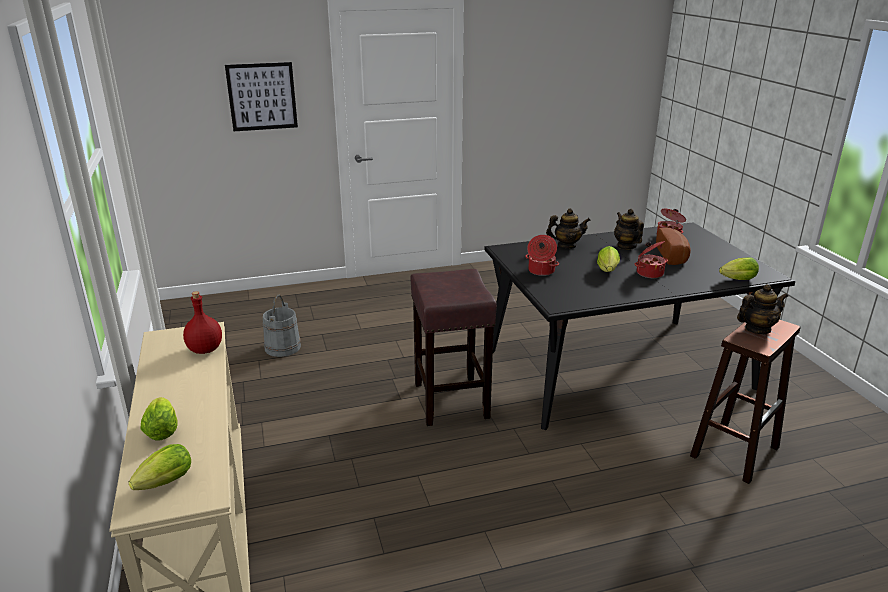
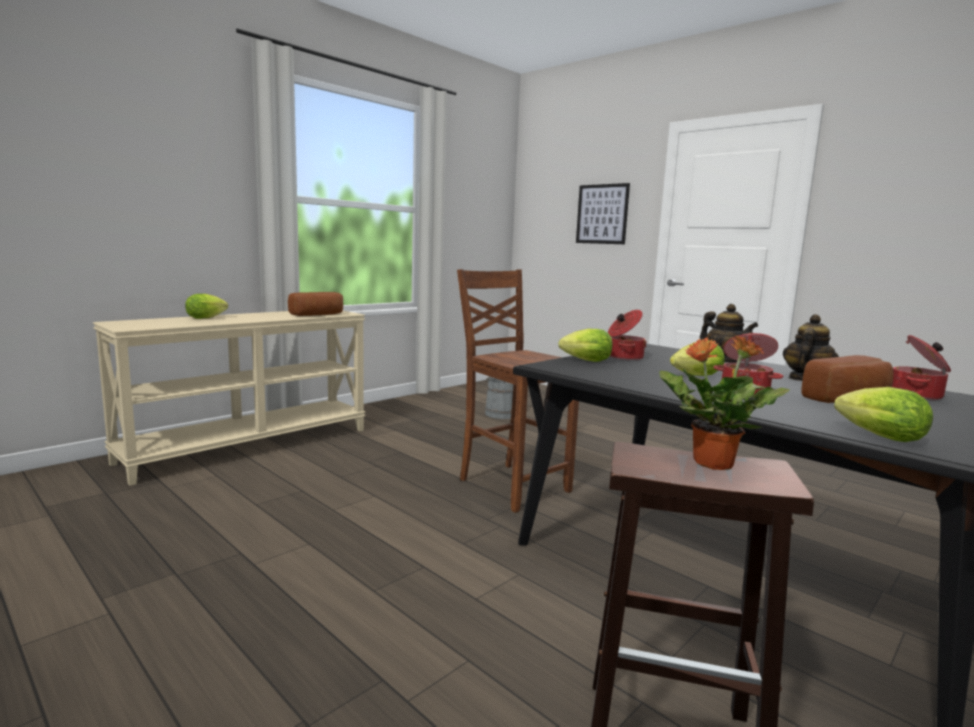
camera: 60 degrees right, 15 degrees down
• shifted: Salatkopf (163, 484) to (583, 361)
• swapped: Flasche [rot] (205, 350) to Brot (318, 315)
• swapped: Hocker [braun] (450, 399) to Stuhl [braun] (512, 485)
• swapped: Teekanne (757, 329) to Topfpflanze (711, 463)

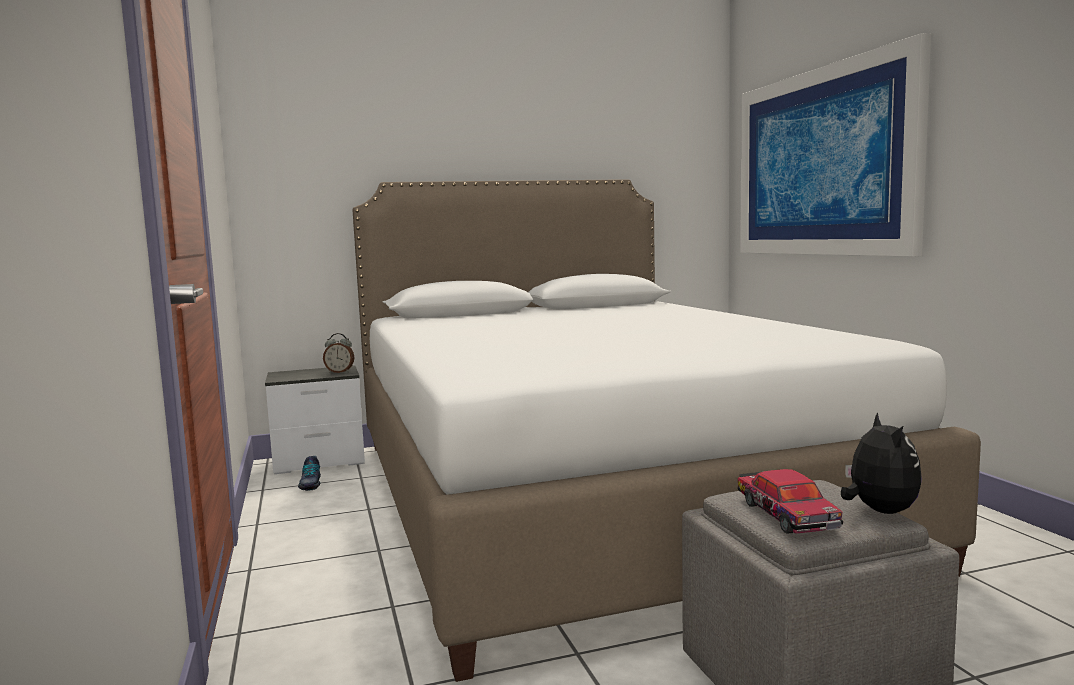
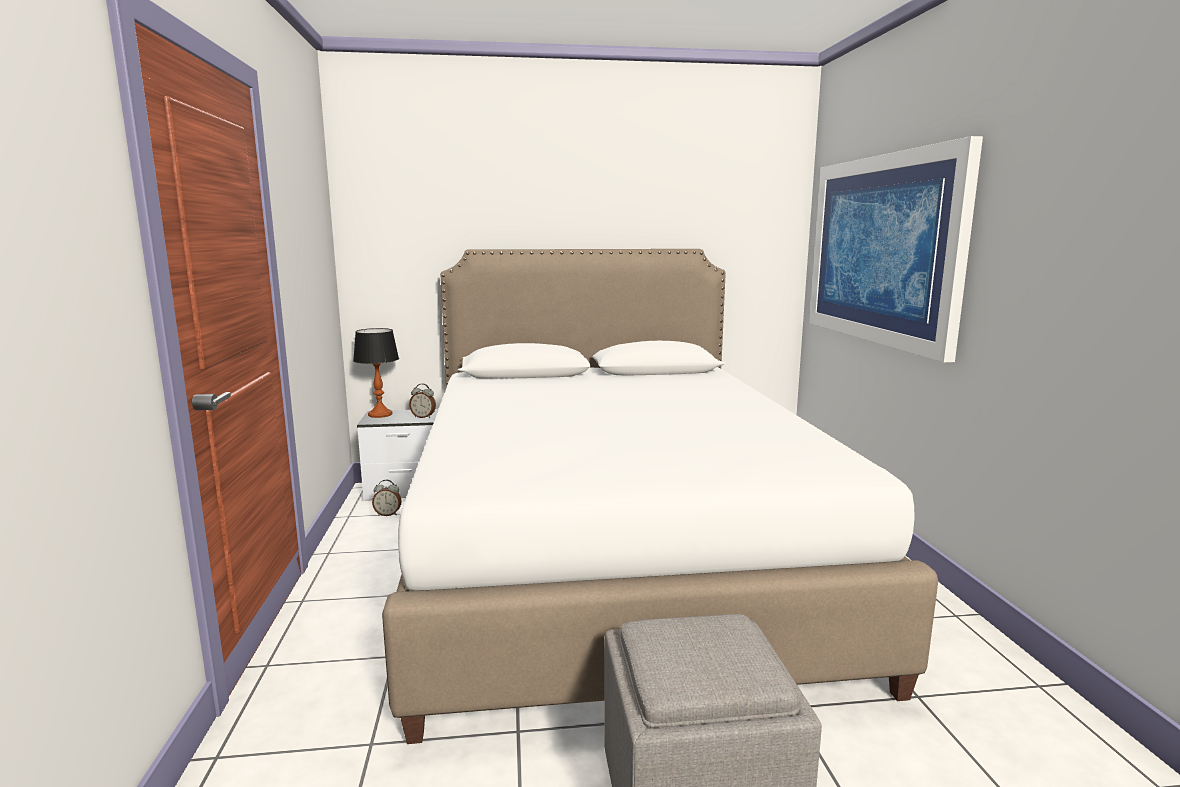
camera: 10 degrees right, 5 degrees up
• swapped: Schuh (310, 483) to Wecker (388, 514)
• gone: Spielzeugauto (786, 514)
• gone: Plüschtier (878, 511)
• new: Tischlampe (380, 414)

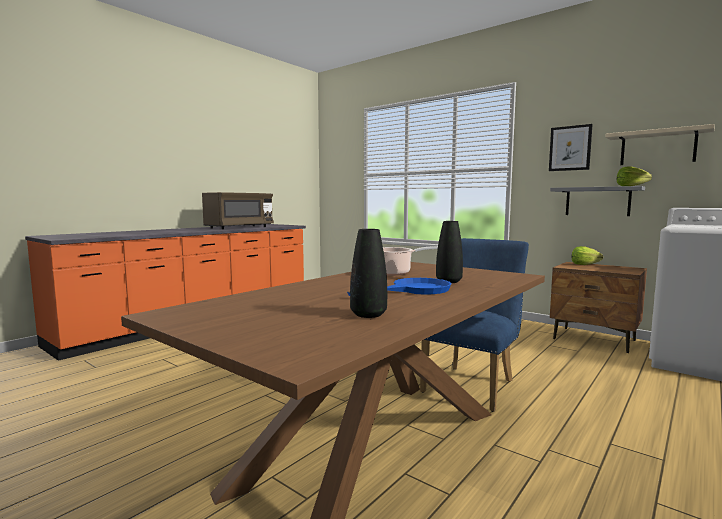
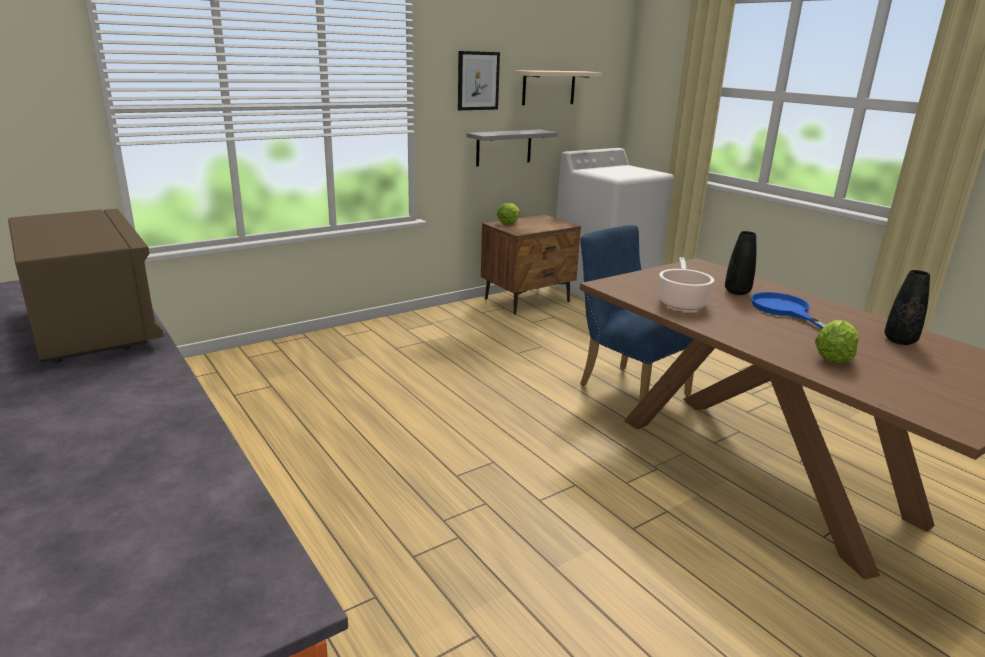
camera: 75 degrees left, 15 degrees up
• shifted: Salatkopf (630, 186) to (834, 357)

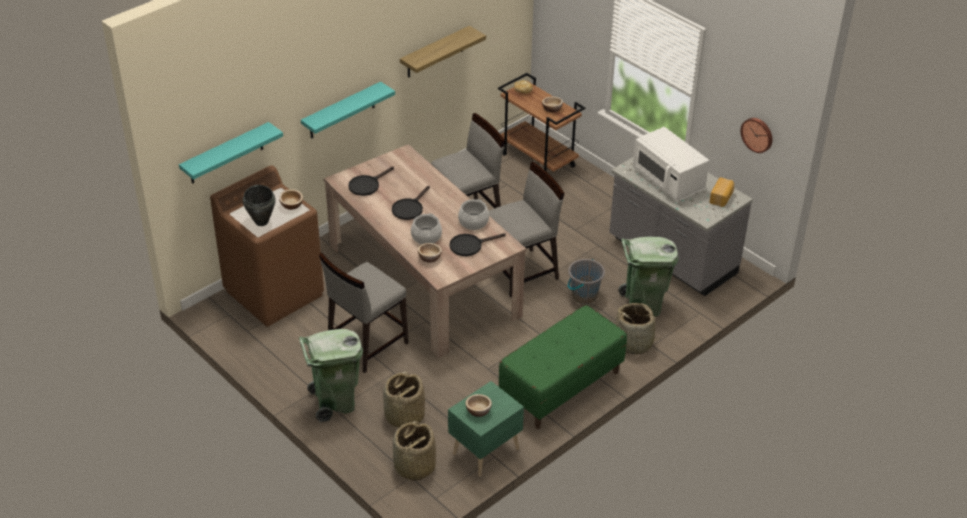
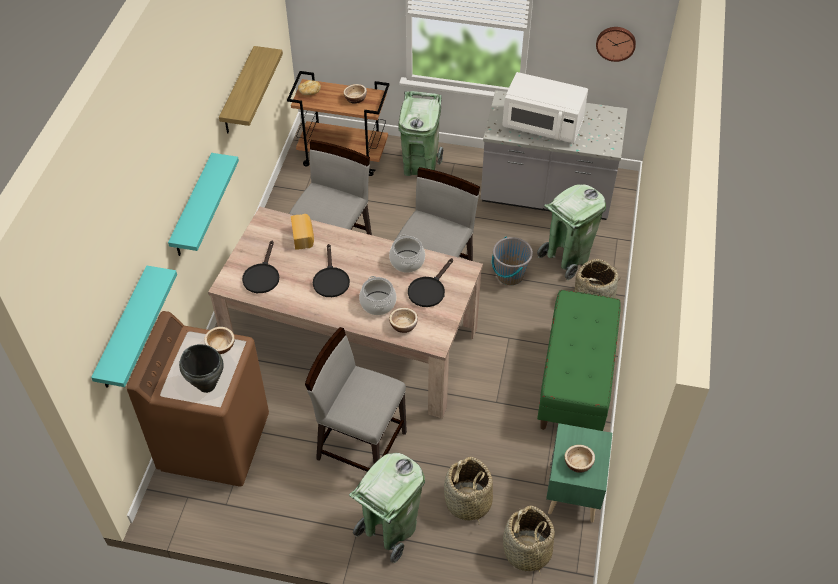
camera: 35 degrees left, 10 degrees up
• rotated: Stuhl [grau] (366, 344) = (361, 444) 105 degrees clockwise
• shifted: Brot (721, 198) to (303, 237)
• new: Mülleimer [grün] (420, 166)

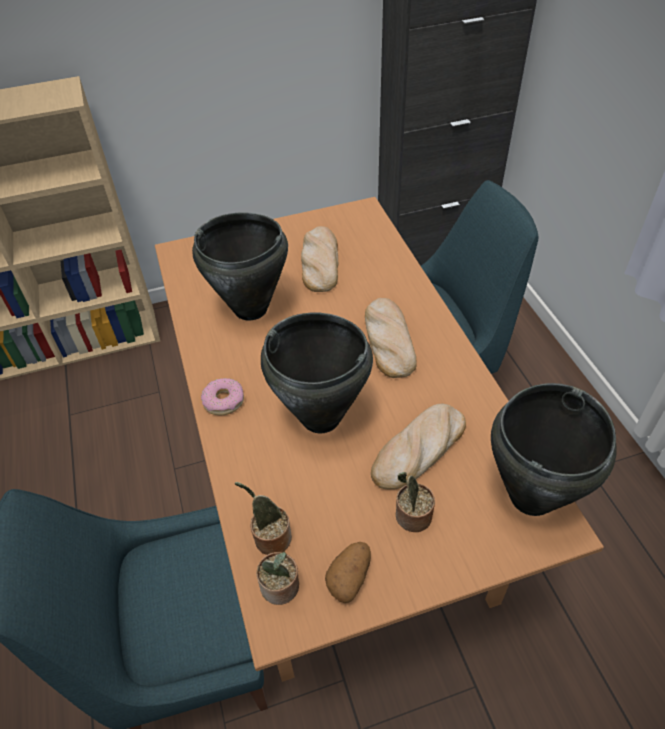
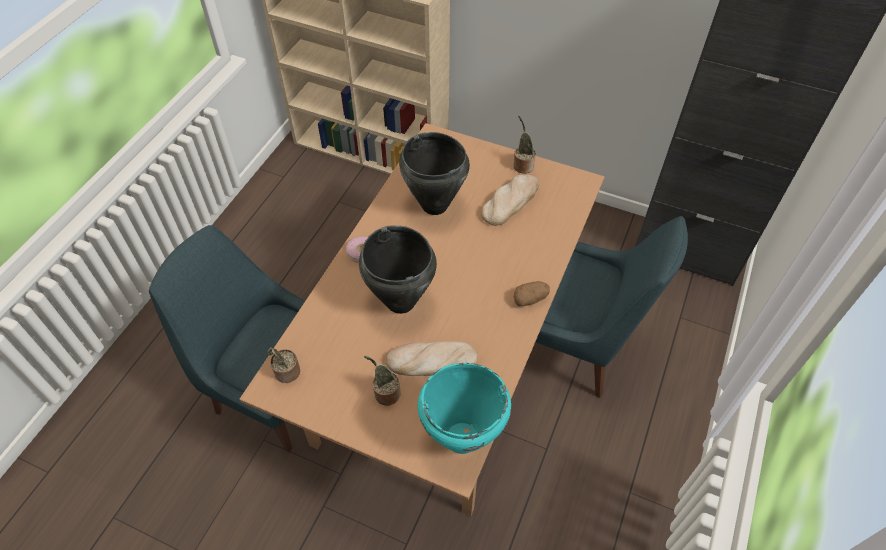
camera: 40 degrees right, 5 degrees up
• shifted: Topfpflanze (270, 538) to (522, 165)
• shifted: Kartoffel (350, 577) to (530, 299)
• gone: Brot (388, 340)
• repainted: Kochtopf [schwarz] (530, 496) to Kochtopf [türkis] (461, 437)

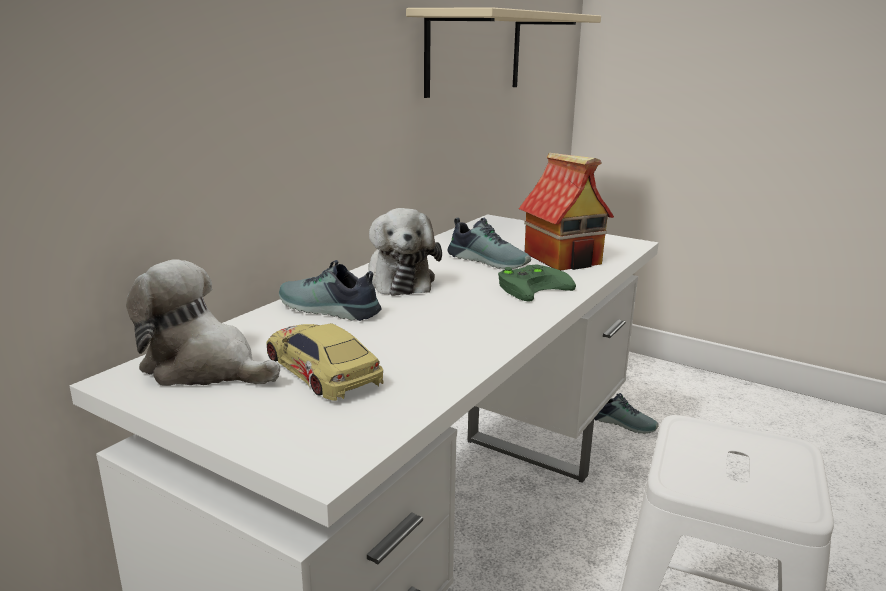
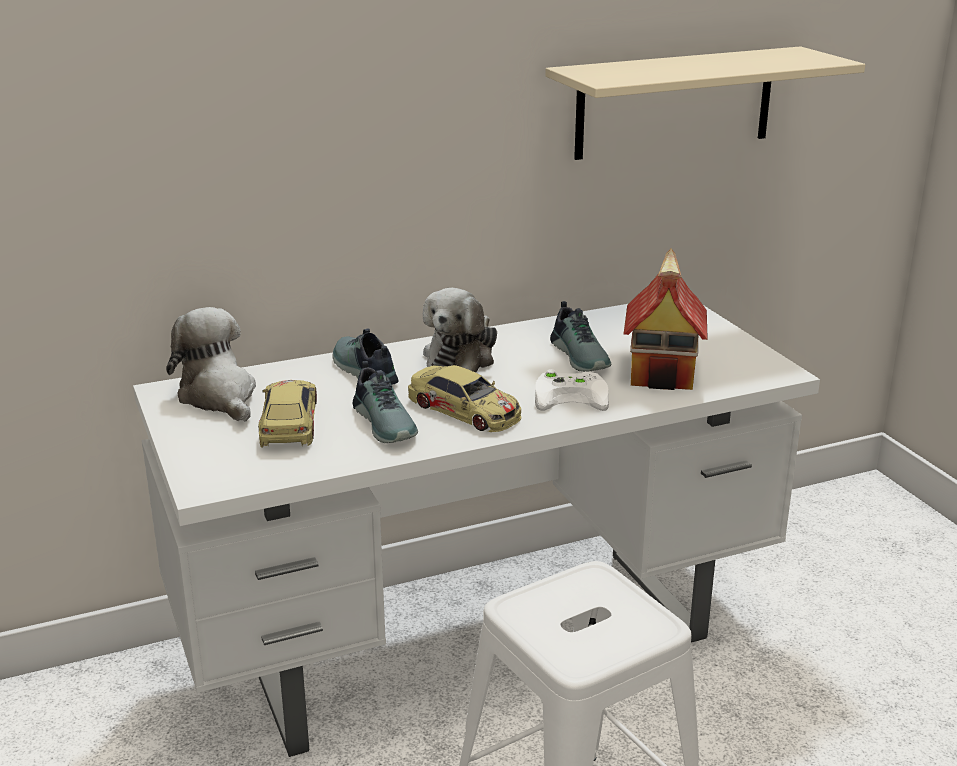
camera: 35 degrees right, 5 degrees up
• repainted: Gamepad [grün] (533, 286) to Gamepad [weiß] (573, 396)
• shifted: Schuh (623, 422) to (386, 423)
• new: Spielzeugauto (464, 409)

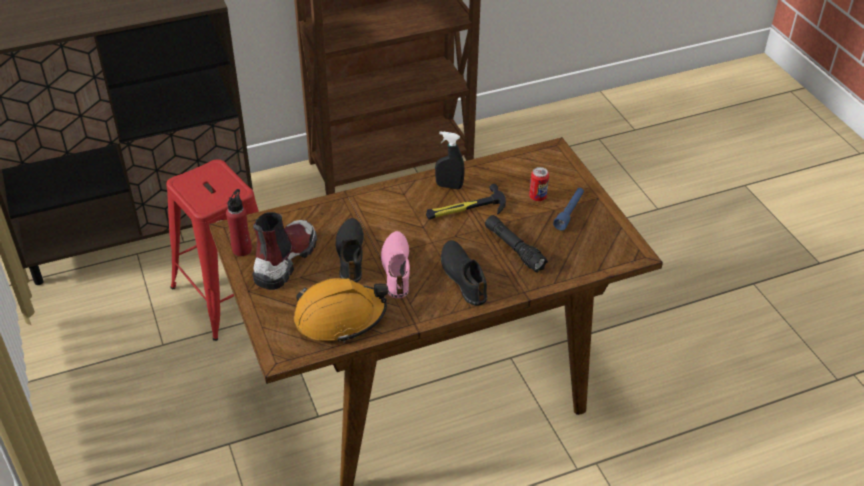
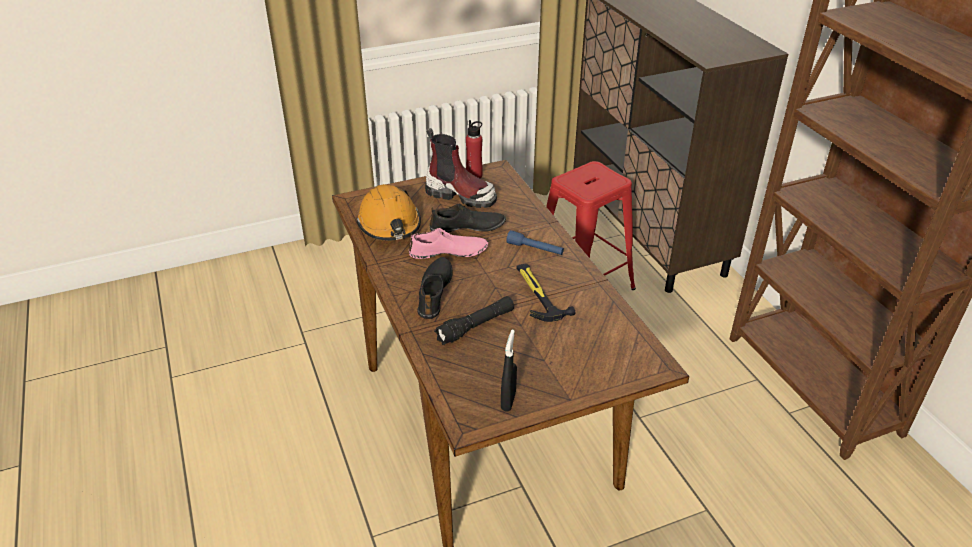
camera: 90 degrees right, 5 degrees down
• shifted: Sprühflasche [schwarz] (449, 186) to (508, 401)
• rotated: Schuh [schwarz] (464, 277) = (435, 292) 60 degrees counterclockwise
• gone: Dose (537, 197)
• shifted: Taschenlampe [blau] (569, 212) to (535, 249)

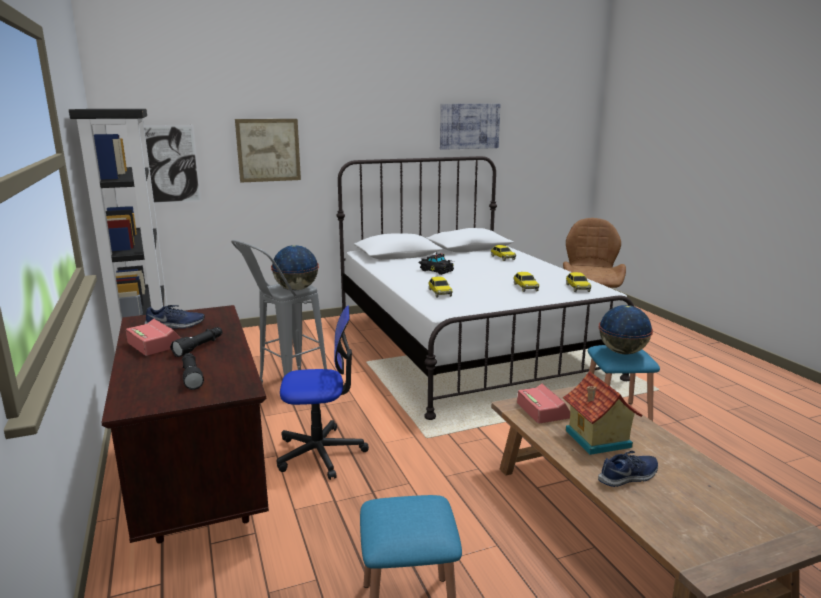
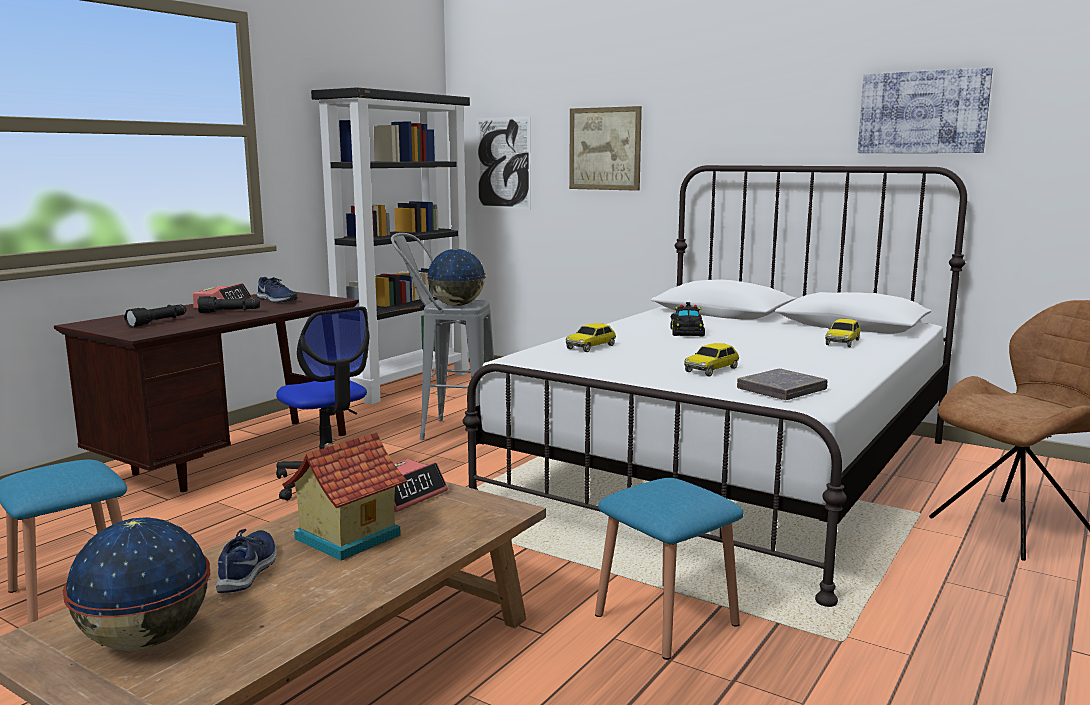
camera: 55 degrees right, 5 degrees down
• swapped: Spielzeugauto (577, 288) to Buch [grau] (781, 390)
• rotated: Schuh [blau] (629, 476) = (249, 570) 120 degrees counterclockwise
• shifted: Globus (622, 352) to (146, 640)

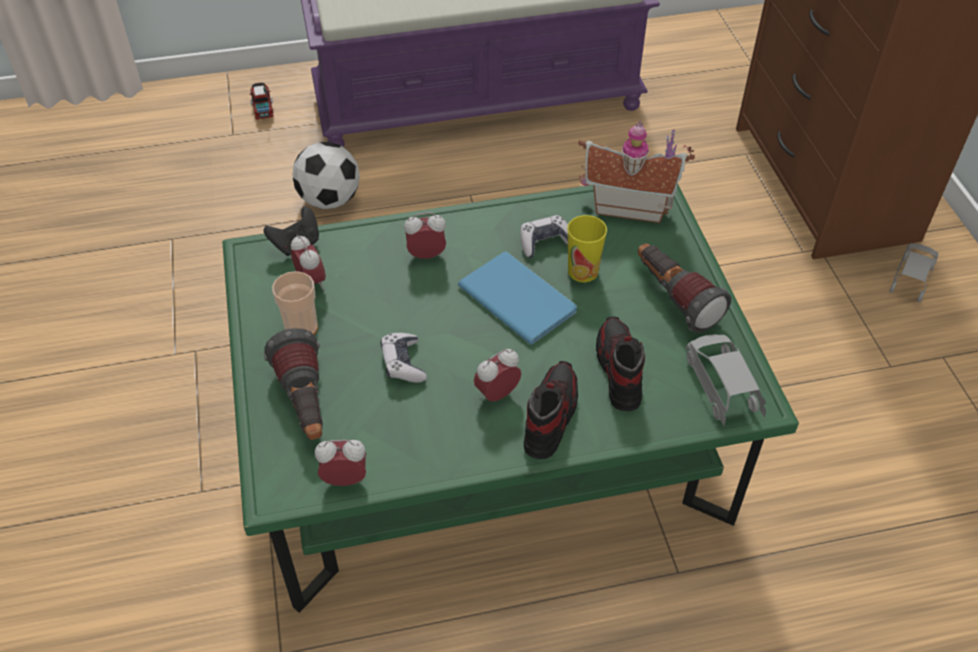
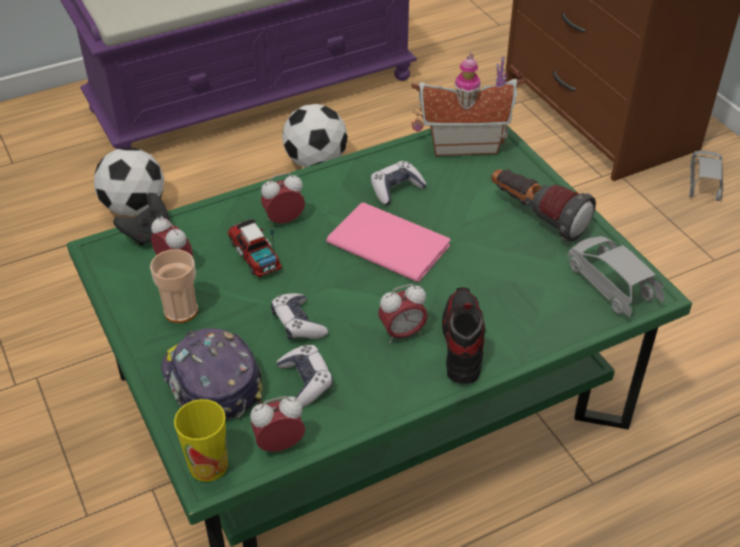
camera: 15 degrees left, 5 degrees down
• shifted: Spielzeuglaster (262, 107) to (254, 255)
• swapped: Taschenlampe (305, 404) to Kappe (211, 382)
• repainted: Buch [blau] (517, 296) to Buch [rosa] (387, 241)
• rotated: Wecker (497, 394) = (402, 333) 150 degrees counterclockwise
• shifted: Tasse (583, 271) to (208, 465)
• gone: Schuh (618, 371)
• new: Gamepad (306, 381)
• new: Fußball (316, 162)

